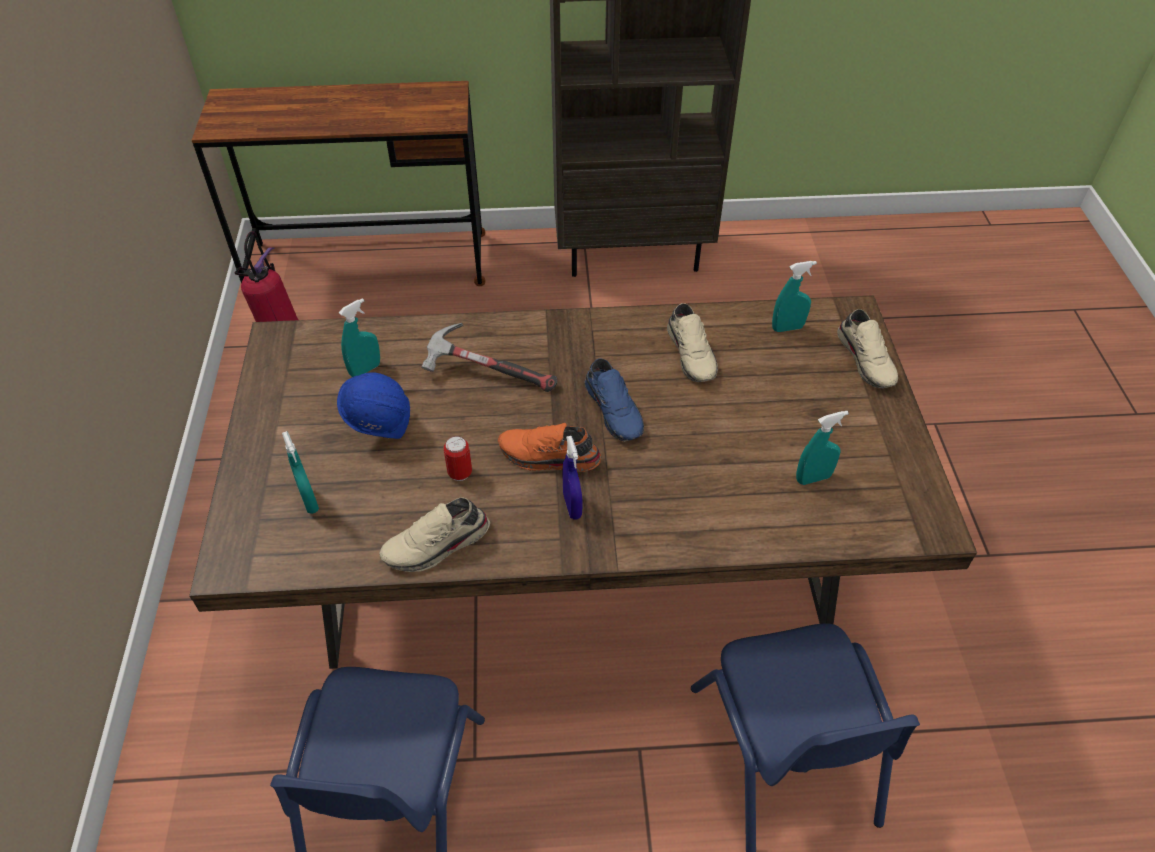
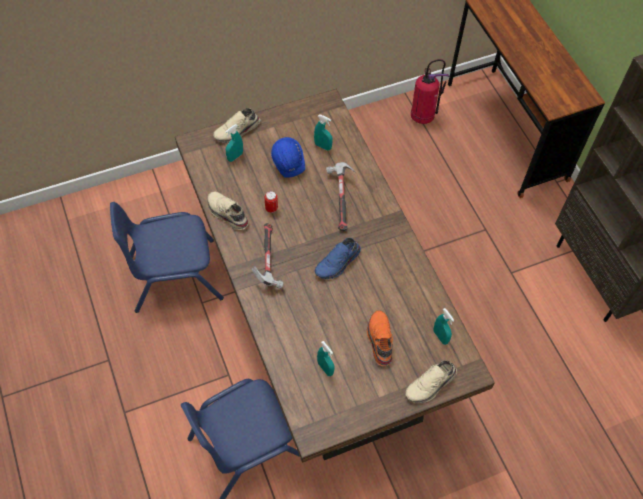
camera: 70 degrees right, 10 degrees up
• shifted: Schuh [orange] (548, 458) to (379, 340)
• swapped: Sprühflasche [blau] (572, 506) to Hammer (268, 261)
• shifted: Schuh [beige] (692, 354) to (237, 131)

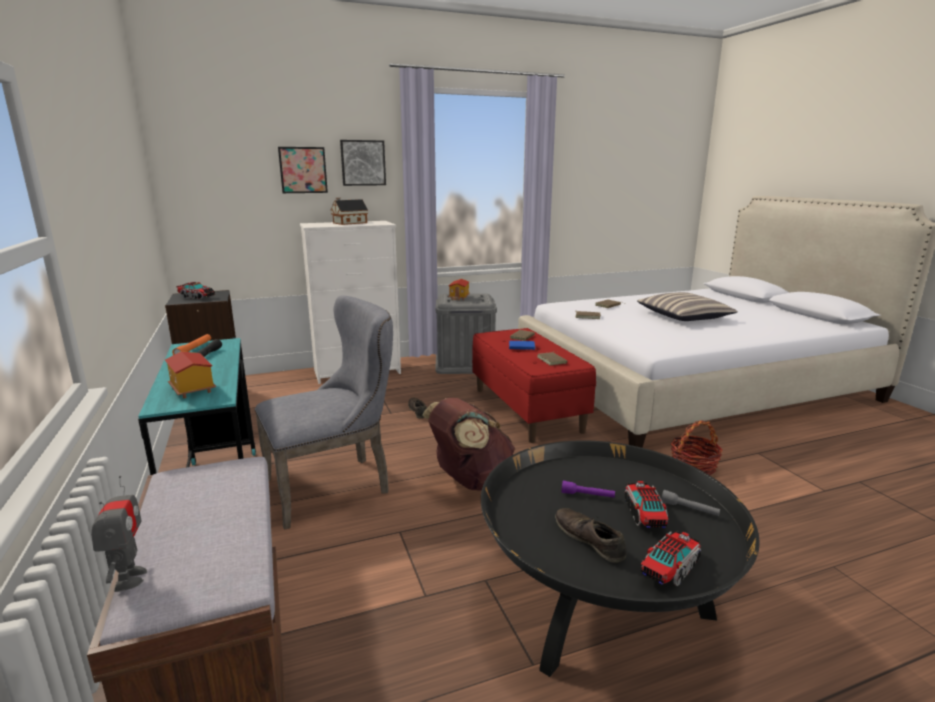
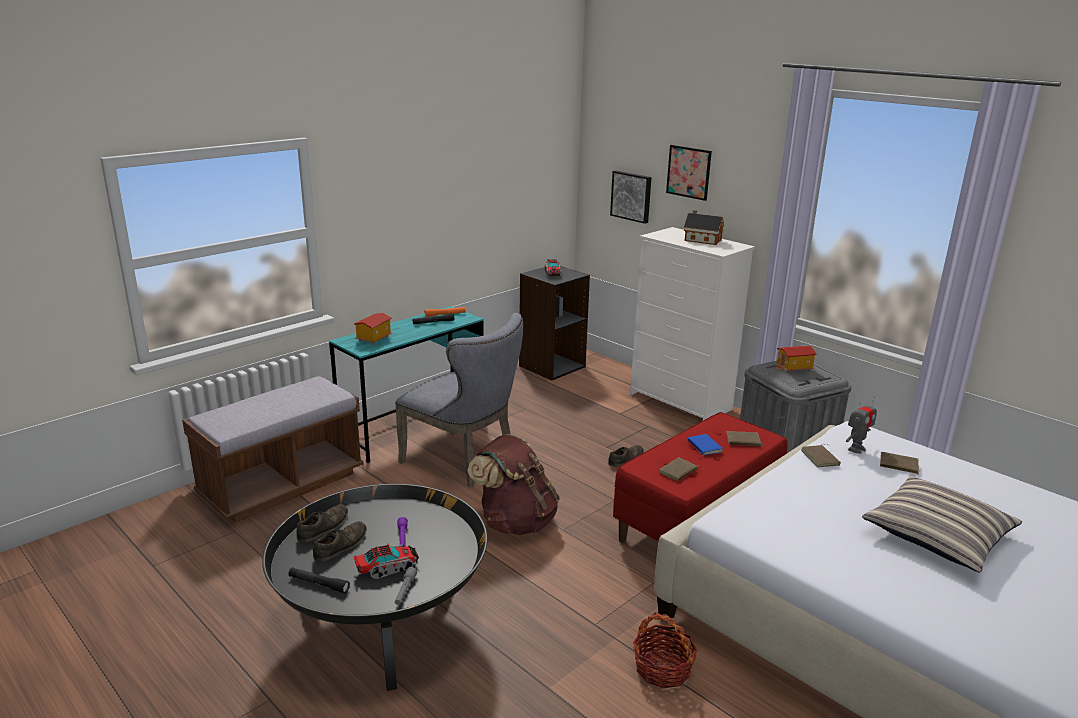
camera: 65 degrees right, 5 degrees up
• shifted: Spielzeugroboter (129, 579) to (856, 449)
• shifted: Bild (363, 163) to (632, 196)
• swapped: Spielzeuglaster (670, 567) to Taschenlampe [schwarz] (318, 584)
• new: Schuh [braun] (323, 527)

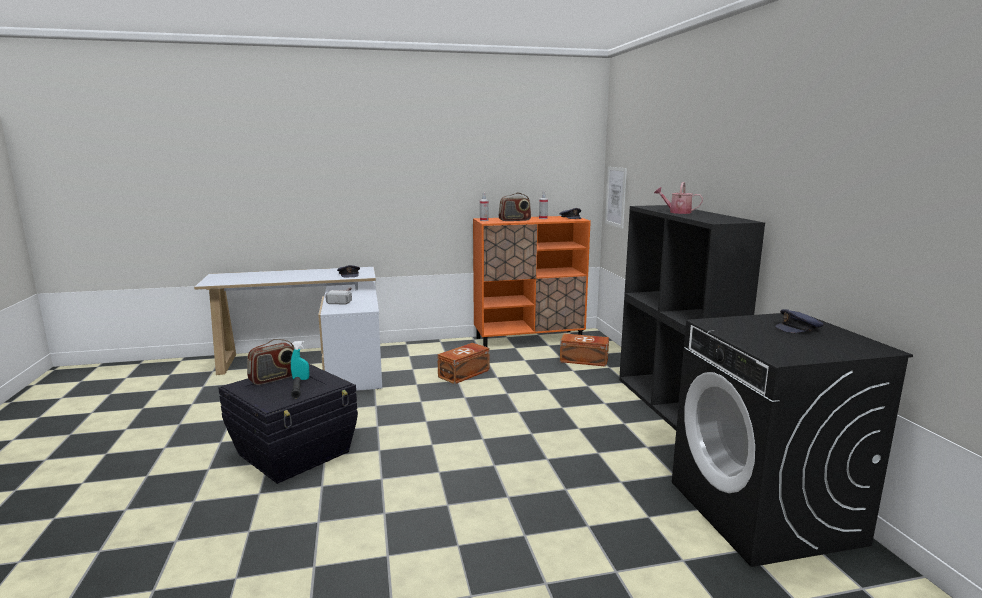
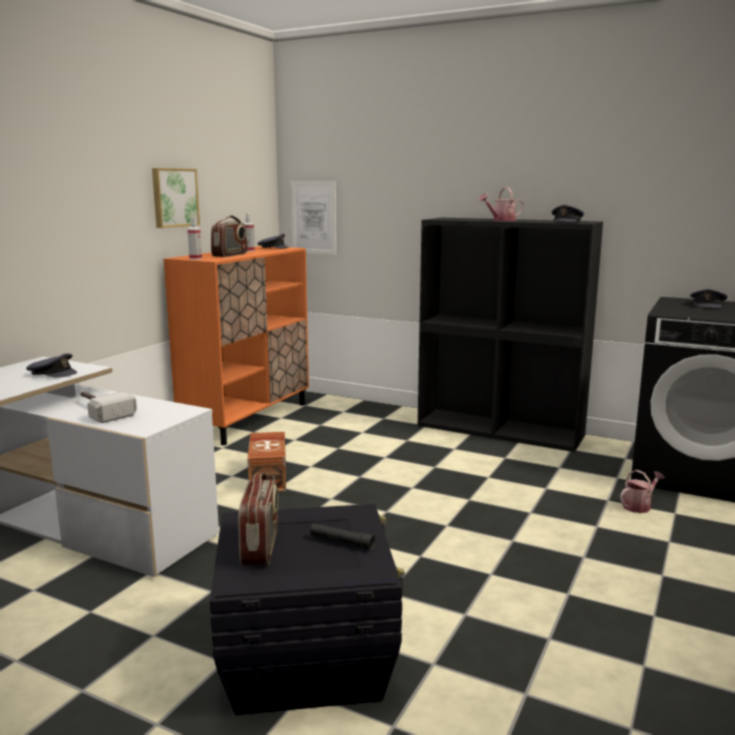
camera: 50 degrees left, 0 degrees up
• gone: Sprühflasche [türkis] (301, 379)
• gone: Aufbewahrungsbox [braun] (584, 360)
• new: Bild (174, 197)
• new: Kappe [grau] (567, 221)
• new: Gießkanne (639, 506)

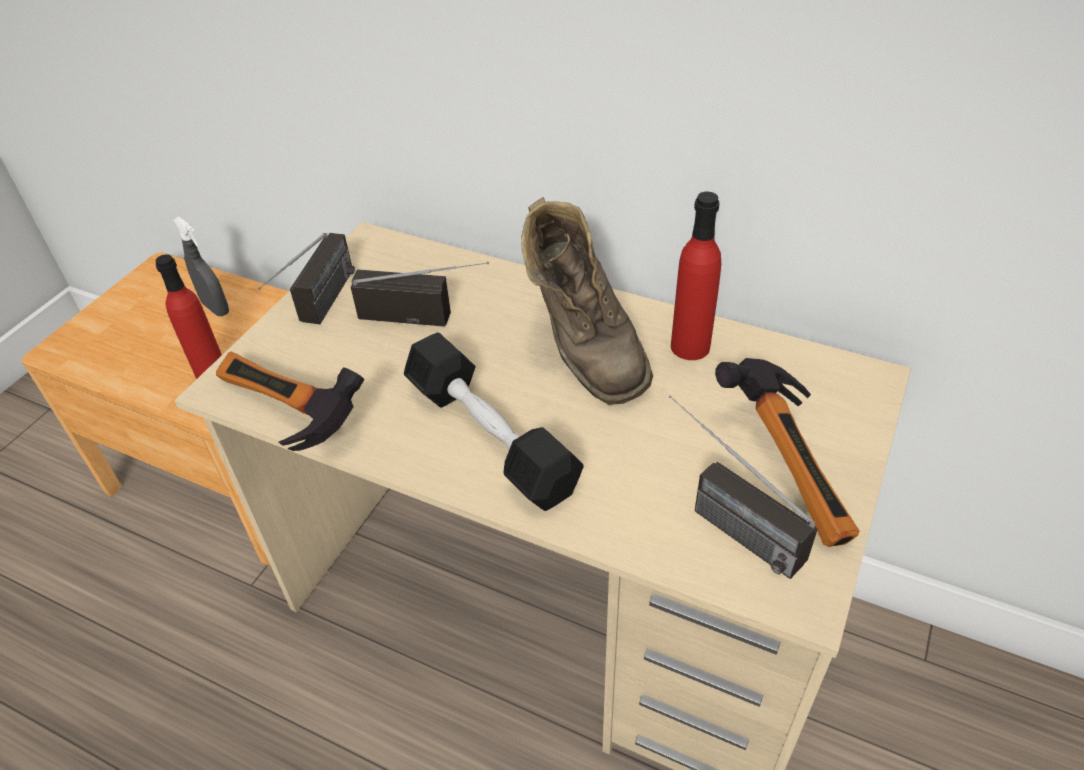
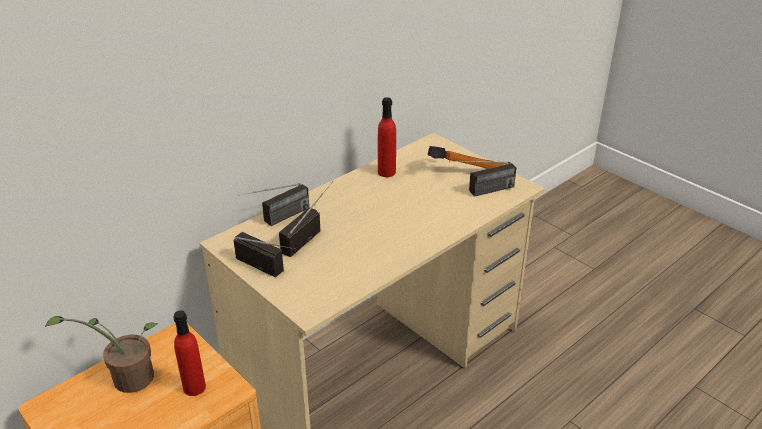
camera: 70 degrees left, 10 degrees down
• swapped: Sprühflasche [grau] (216, 308) to Topfpflanze (127, 378)
• gone: Hammer (281, 418)
• gone: Hantel [schwarz] (490, 436)
• gone: Stiefel [braun] (583, 349)
• new: Radio (277, 220)

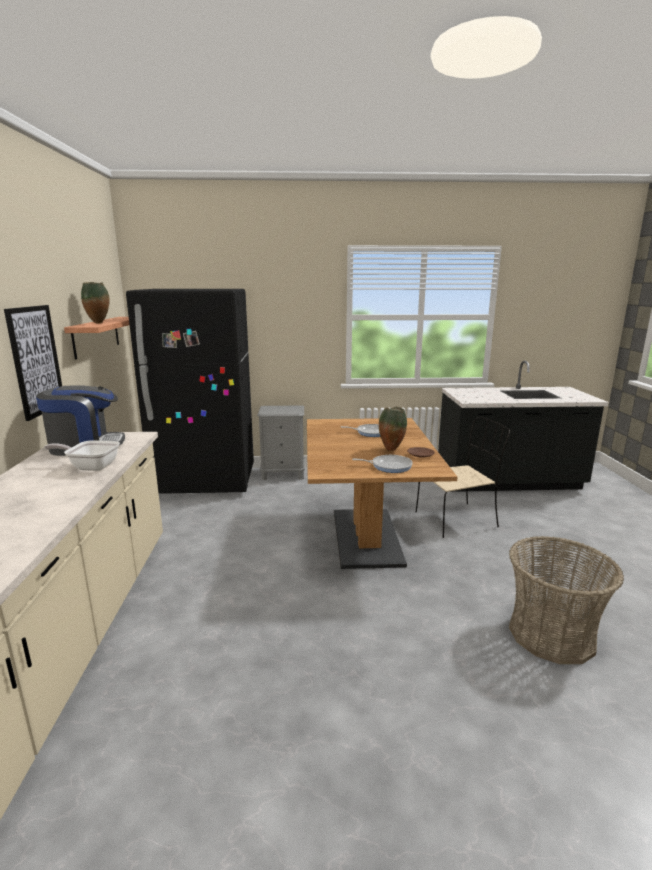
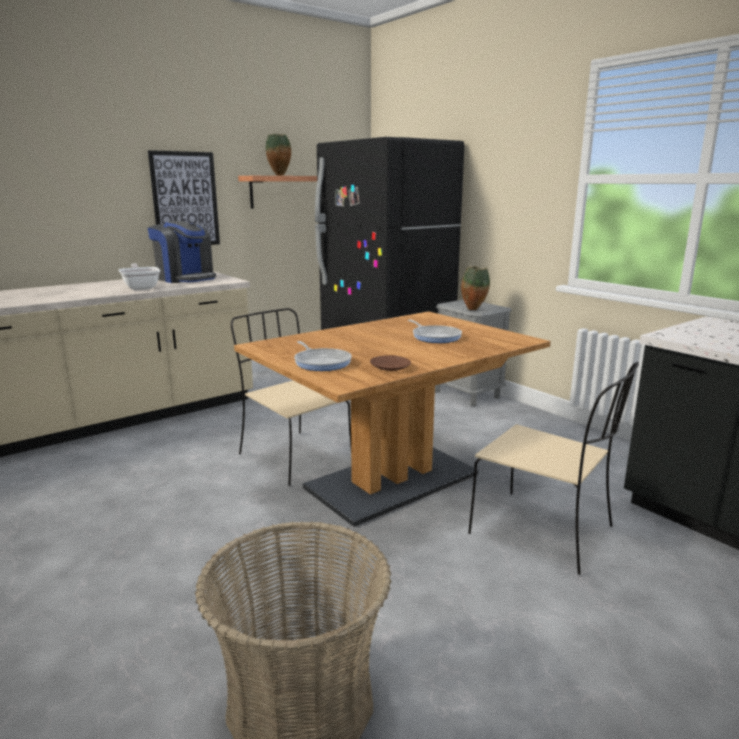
camera: 55 degrees right, 0 degrees up
• shifted: Vase (391, 449) to (474, 310)
• new: Stuhl [beige] (293, 456)

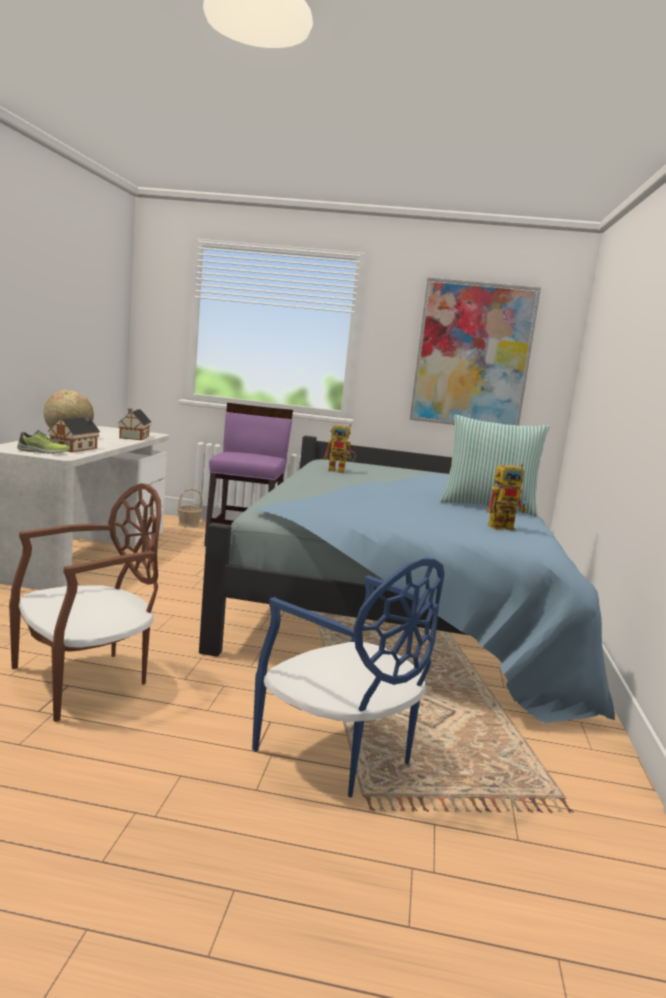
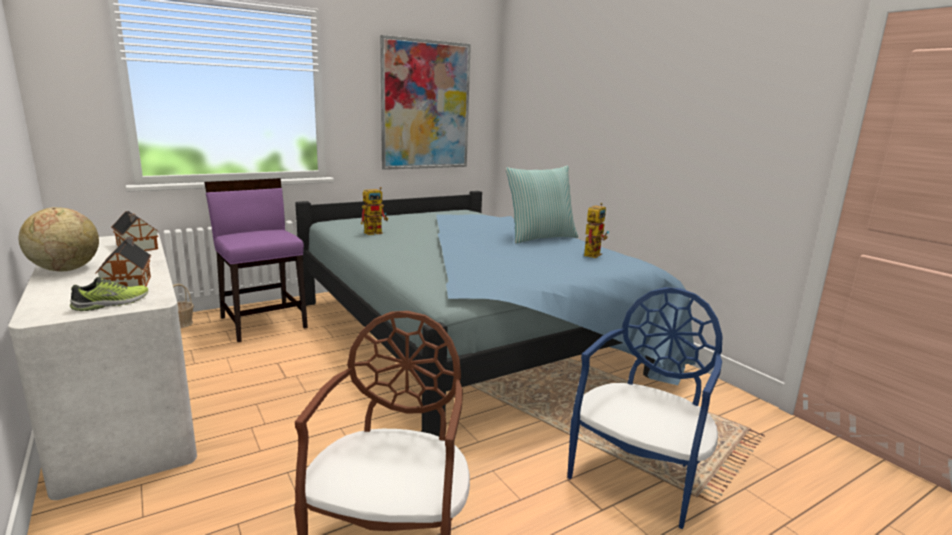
camera: 40 degrees left, 5 degrees up
• rotated: Stuhl [blau] (341, 754) = (639, 475) 60 degrees counterclockwise

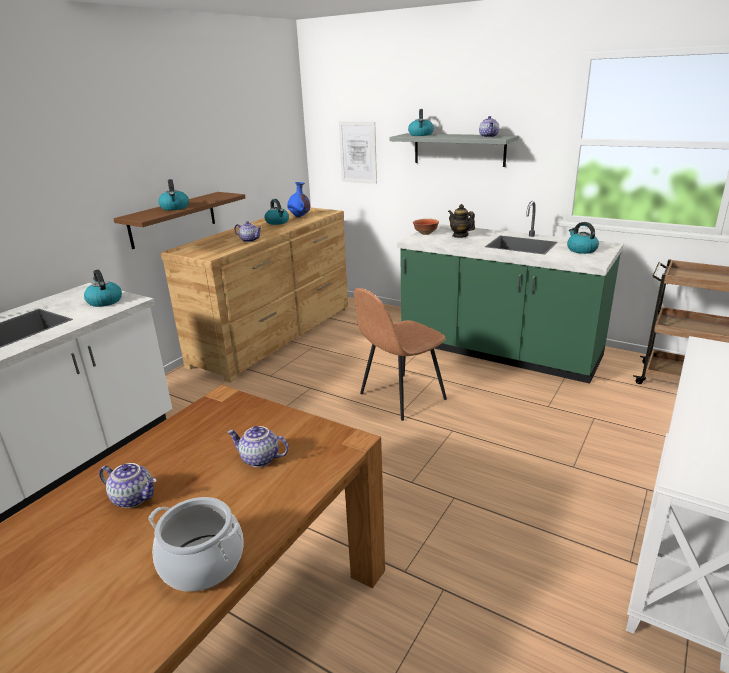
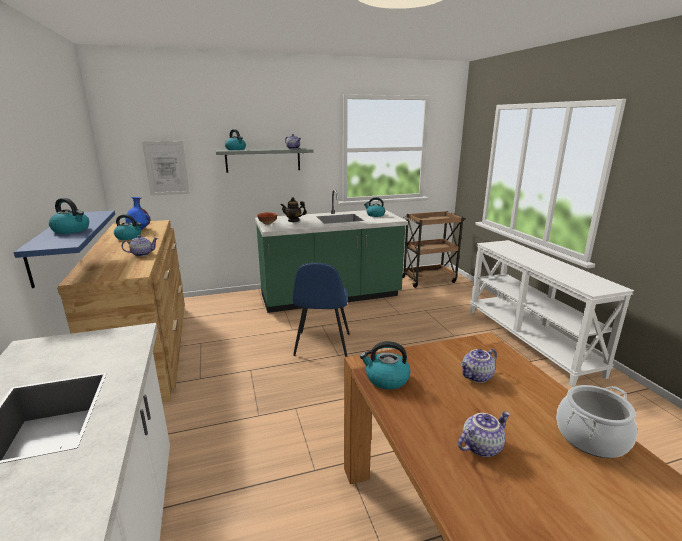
camera: 50 degrees left, 5 degrees down
• shifted: Wasserkessel (104, 301) to (386, 379)
• repainted: Wandregal [braun] (173, 219) to Wandregal [blau] (50, 247)
• repainted: Stuhl [braun] (400, 397) to Stuhl [blau] (322, 345)

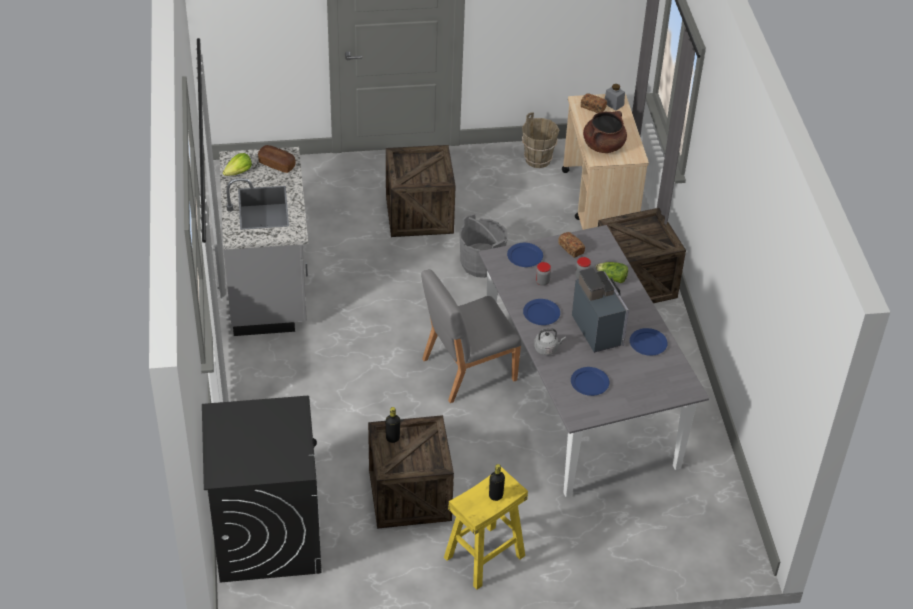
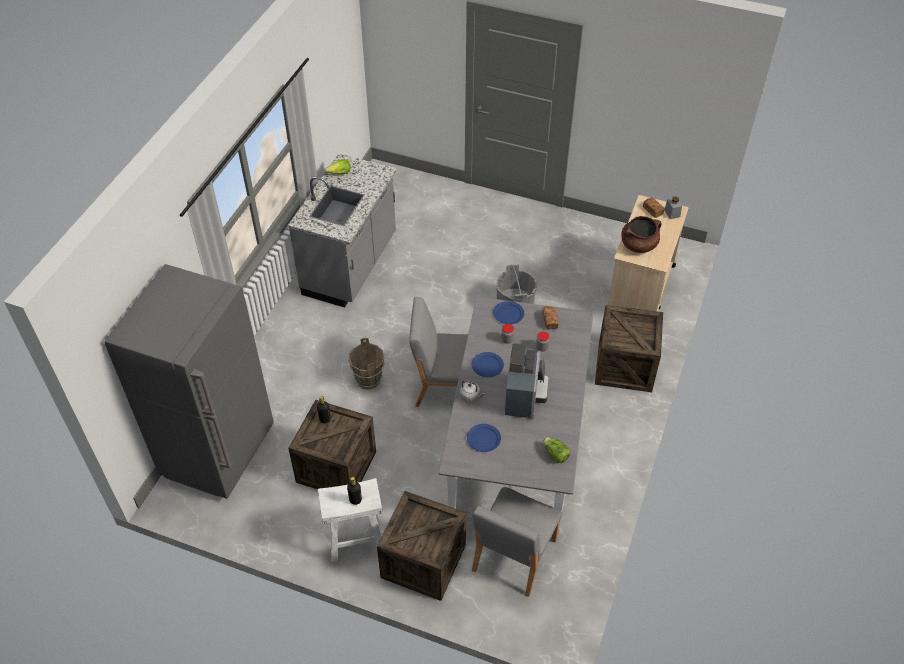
camera: 30 degrees right, 5 degrees up
• swapped: Waschmaschine [schwarz] (267, 534) to Kühlschrank [grau] (220, 452)
• gone: Brot (277, 164)
• shifted: Kiste (419, 214) to (423, 561)
• repainted: Hocker [gelb] (484, 556) to Hocker [weiß] (356, 539)
• shifted: Eimer [braun] (537, 160) to (368, 380)
• shifted: Salatkopf (612, 278) to (555, 454)
• gone: Teller [blau] (648, 343)
• new: Stuhl [grau] (513, 556)

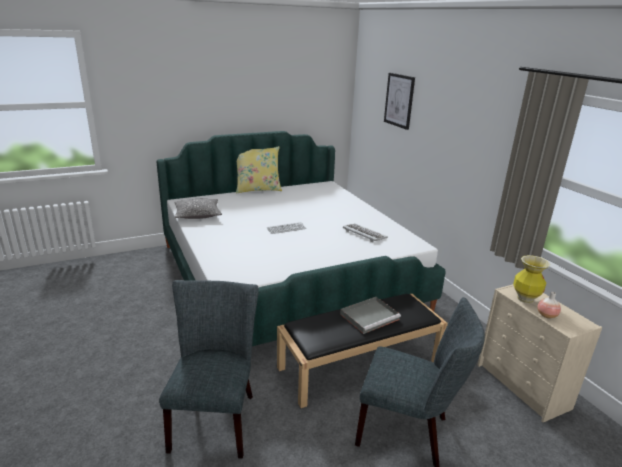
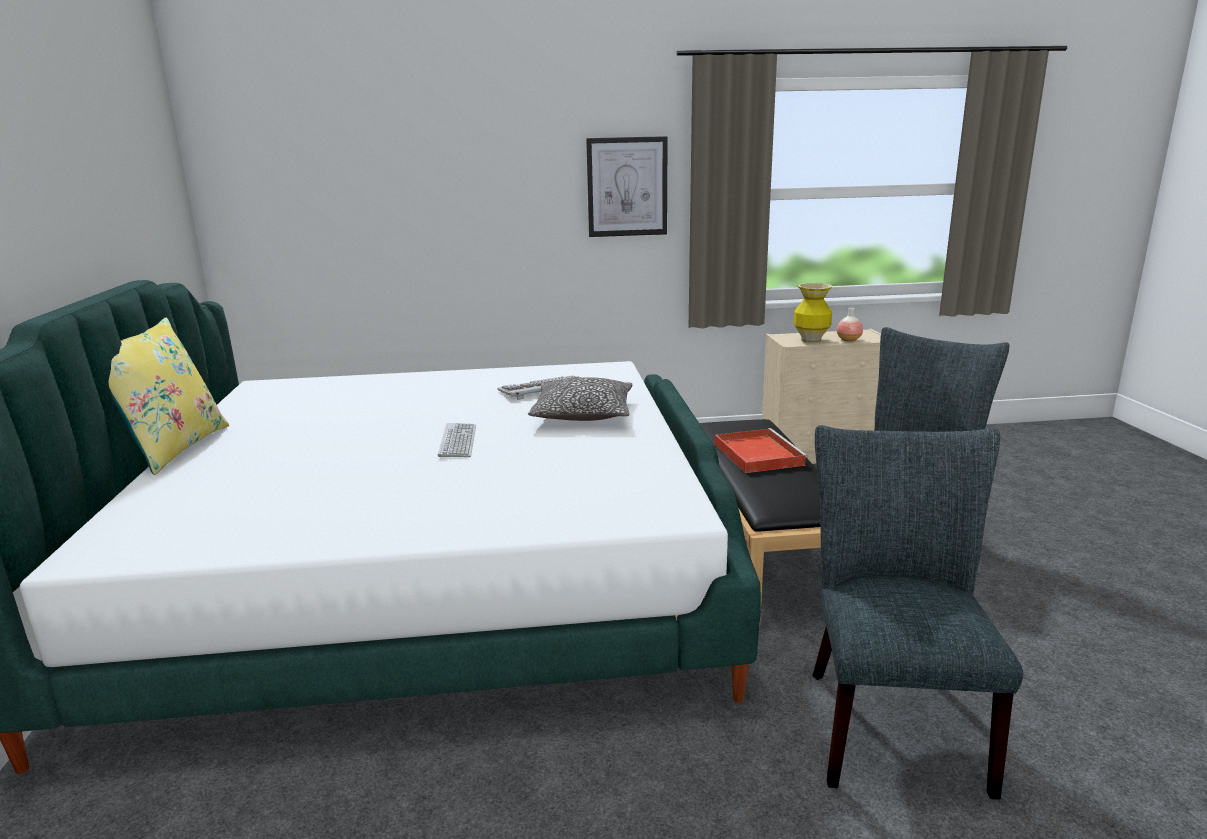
camera: 70 degrees left, 5 degrees down
• rotated: Stuhl [grau] (215, 417) = (888, 720) 75 degrees clockwise
• shifted: Kissen (198, 215) to (583, 414)
• repainted: Tablett [grau] (370, 316) to Tablett [rot] (757, 454)
• shifted: Bild (399, 100) to (627, 187)

